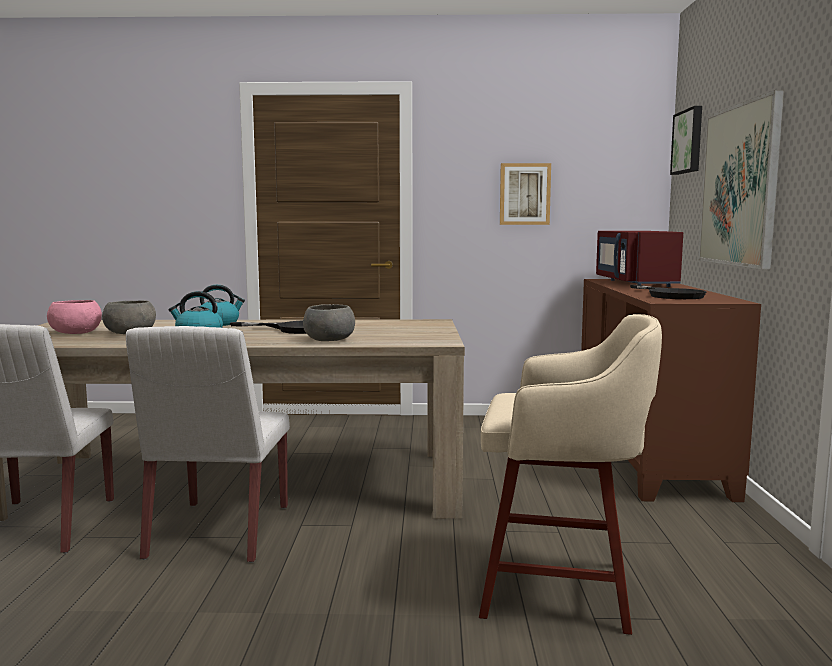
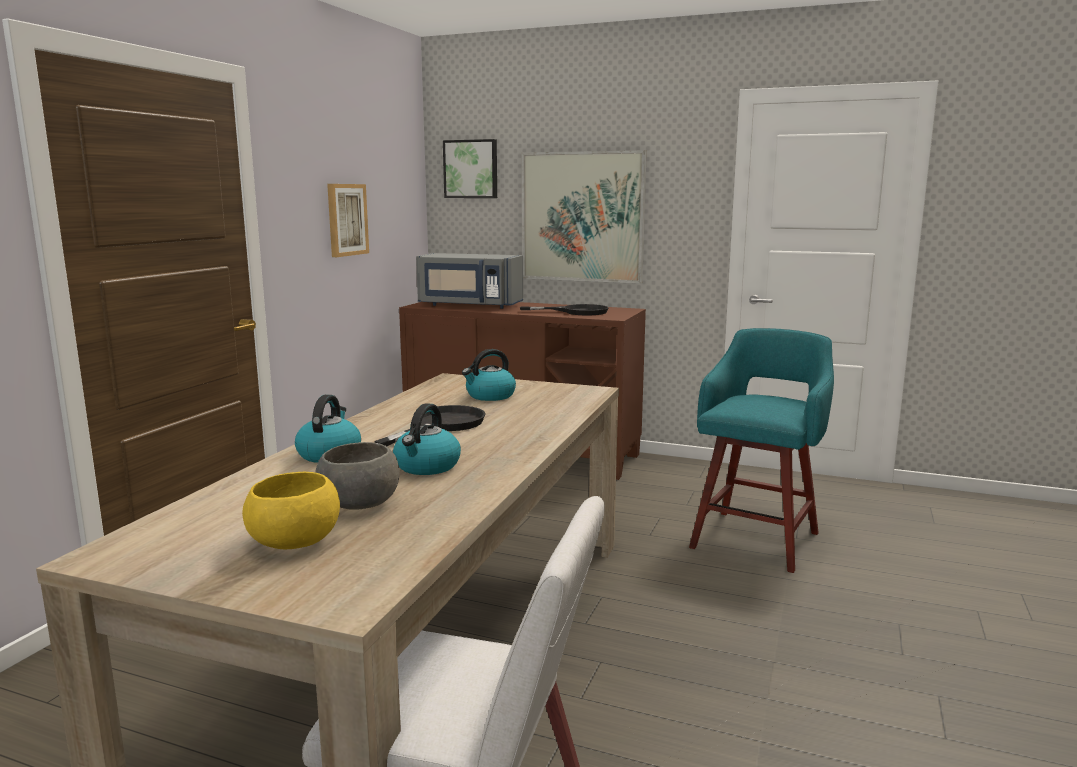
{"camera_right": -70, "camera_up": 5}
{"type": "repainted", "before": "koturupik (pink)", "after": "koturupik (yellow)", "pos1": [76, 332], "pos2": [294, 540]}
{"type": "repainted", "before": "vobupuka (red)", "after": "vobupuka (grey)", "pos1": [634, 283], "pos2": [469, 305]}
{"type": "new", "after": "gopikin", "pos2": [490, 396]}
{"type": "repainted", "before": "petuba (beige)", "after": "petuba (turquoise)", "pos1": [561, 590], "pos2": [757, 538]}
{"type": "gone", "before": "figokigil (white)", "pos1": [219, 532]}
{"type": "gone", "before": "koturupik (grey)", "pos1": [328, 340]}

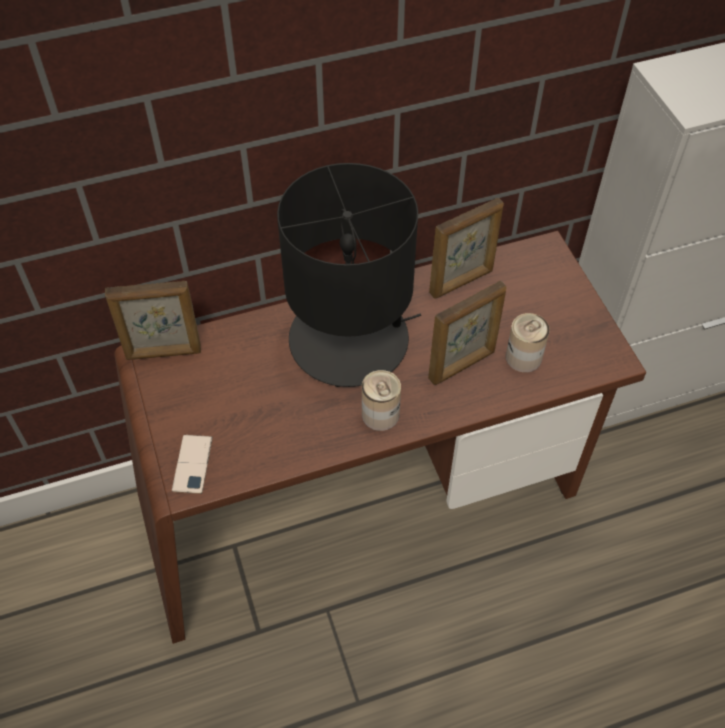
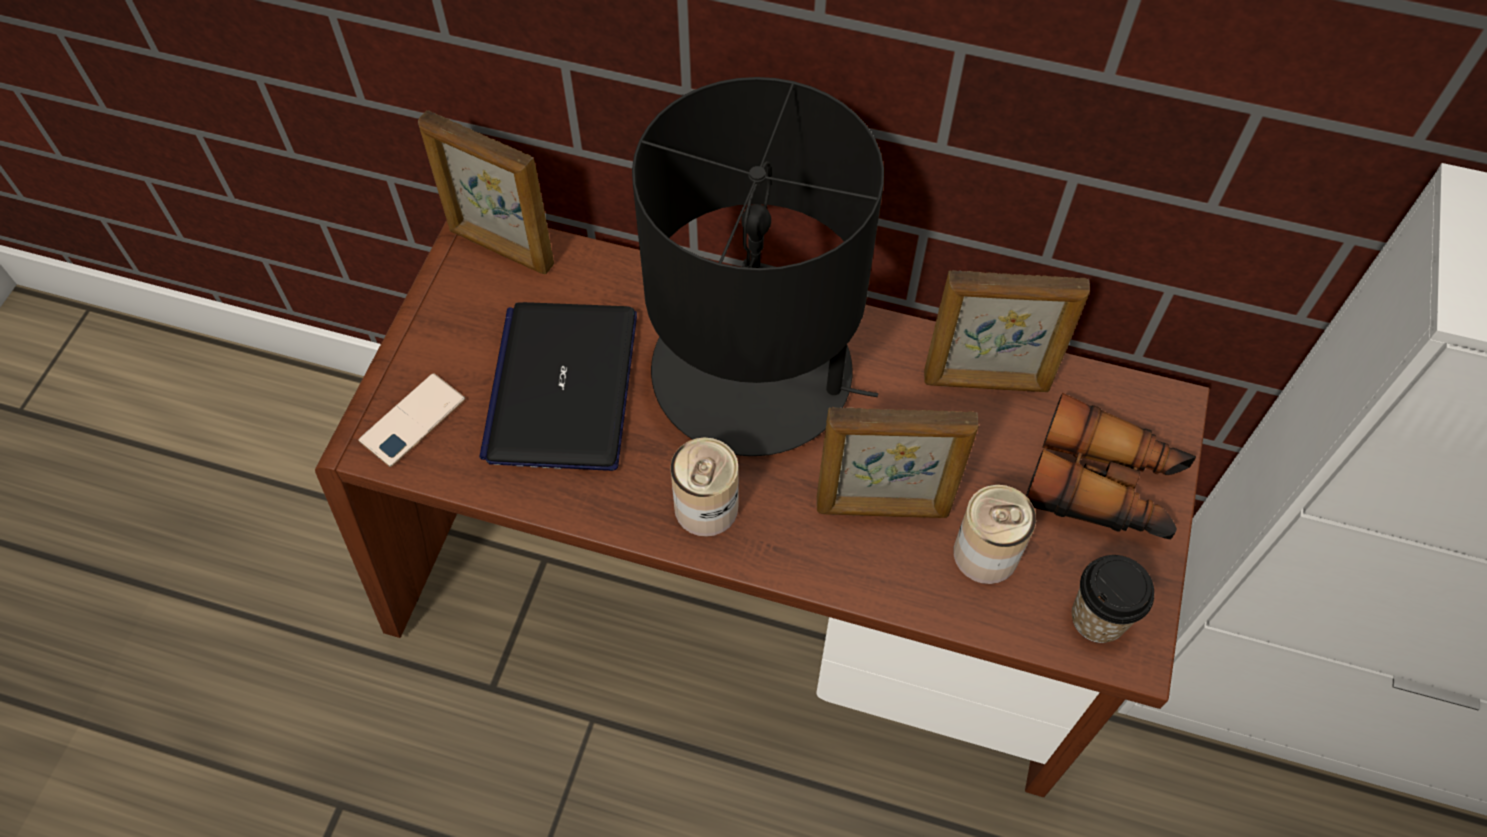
{"camera_right": 35, "camera_up": 5}
{"type": "new", "after": "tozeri", "pos2": [562, 386]}
{"type": "new", "after": "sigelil", "pos2": [1105, 486]}
{"type": "new", "after": "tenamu", "pos2": [1098, 618]}

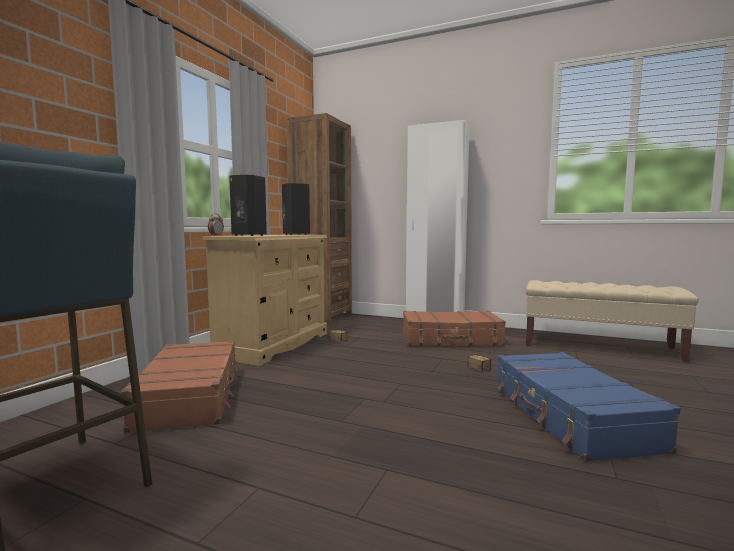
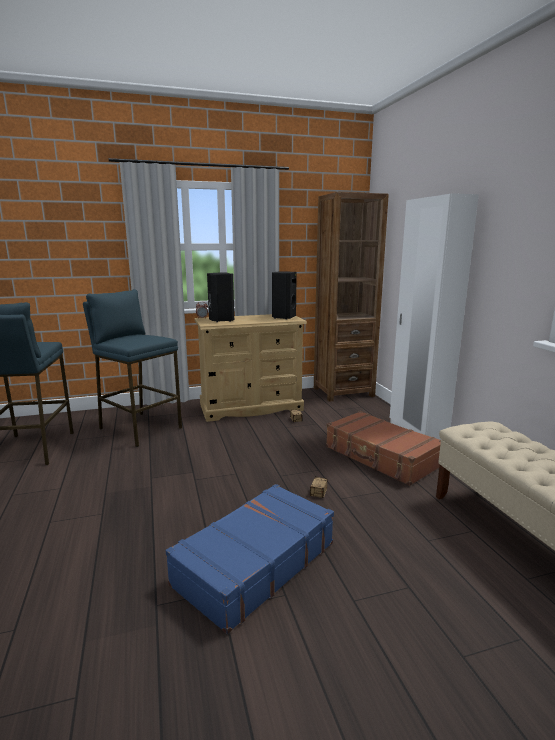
{"camera_right": 50, "camera_up": 10}
{"type": "swapped", "before": "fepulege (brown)", "after": "petuba (blue)", "pos1": [191, 396], "pos2": [140, 428]}

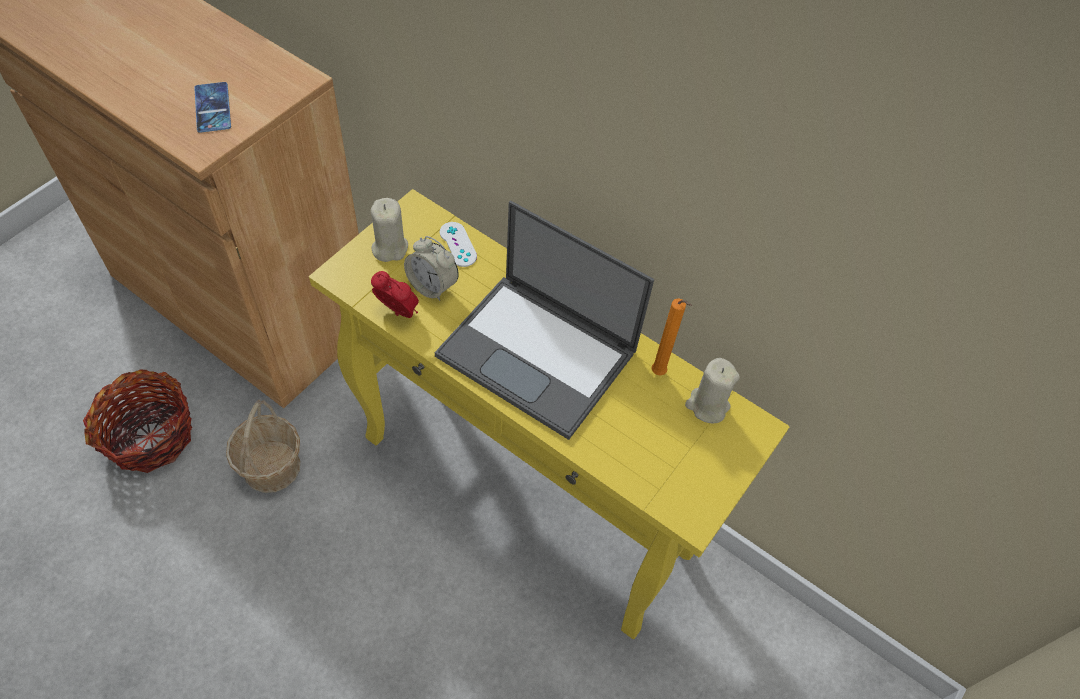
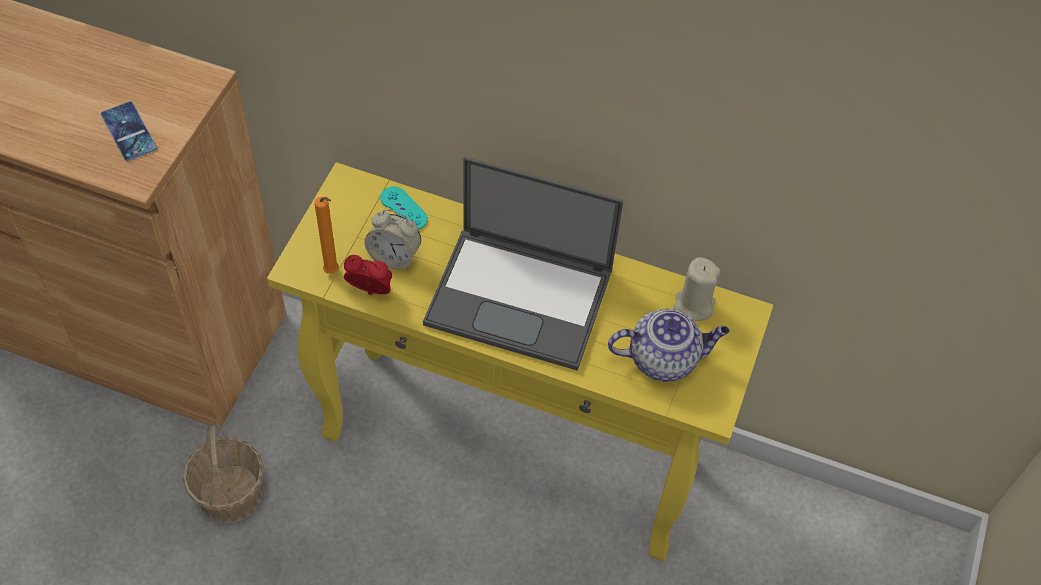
{"camera_right": -15, "camera_up": 0}
{"type": "shifted", "before": "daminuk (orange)", "pos1": [659, 374], "pos2": [333, 272]}
{"type": "repainted", "before": "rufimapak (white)", "after": "rufimapak (turquoise)", "pos1": [458, 244], "pos2": [403, 208]}
{"type": "new", "after": "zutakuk", "pos2": [664, 358]}
{"type": "gone", "before": "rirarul", "pos1": [150, 435]}
{"type": "gone", "before": "daminuk (beige)", "pos1": [389, 247]}

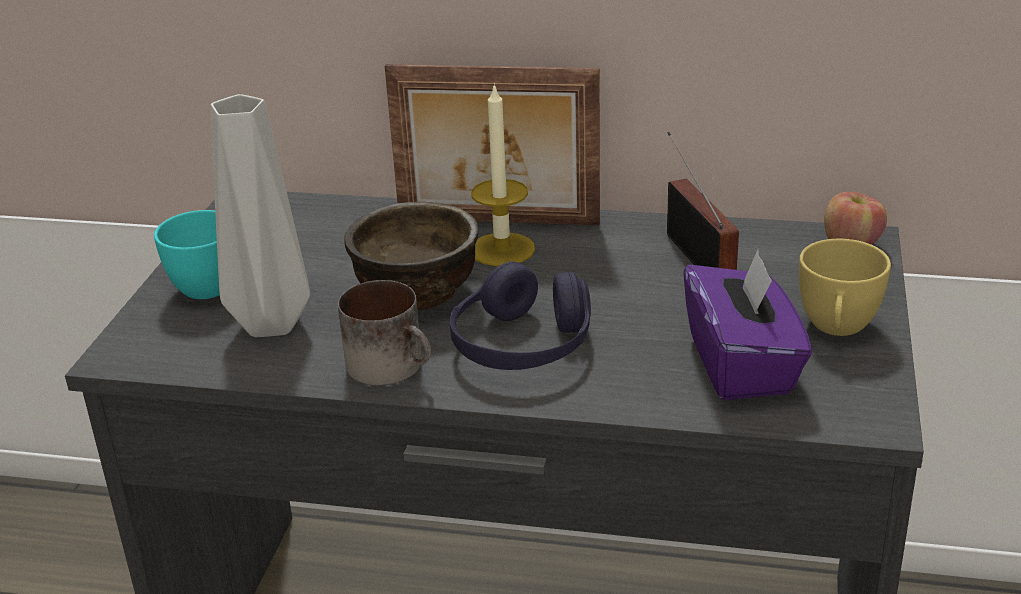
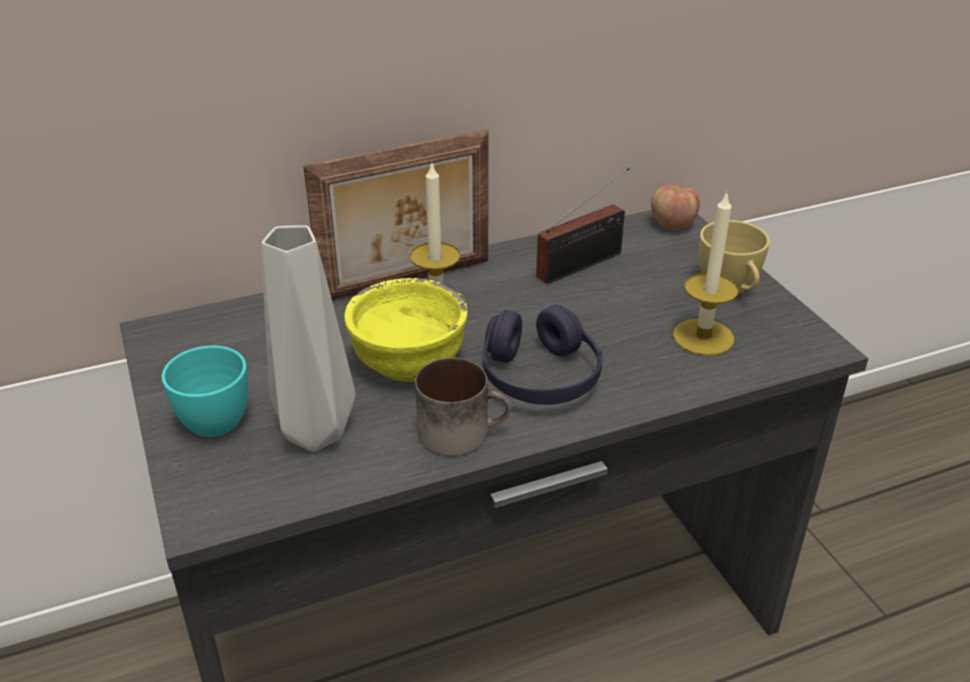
{"camera_right": -35, "camera_up": 5}
{"type": "repainted", "before": "koturupik (brown)", "after": "koturupik (yellow)", "pos1": [418, 292], "pos2": [410, 361]}
{"type": "rotated", "before": "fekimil", "pos1": [698, 256], "pos2": [584, 264], "turn": 105}
{"type": "swapped", "before": "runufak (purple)", "after": "daminuk", "pos1": [742, 365], "pos2": [703, 337]}

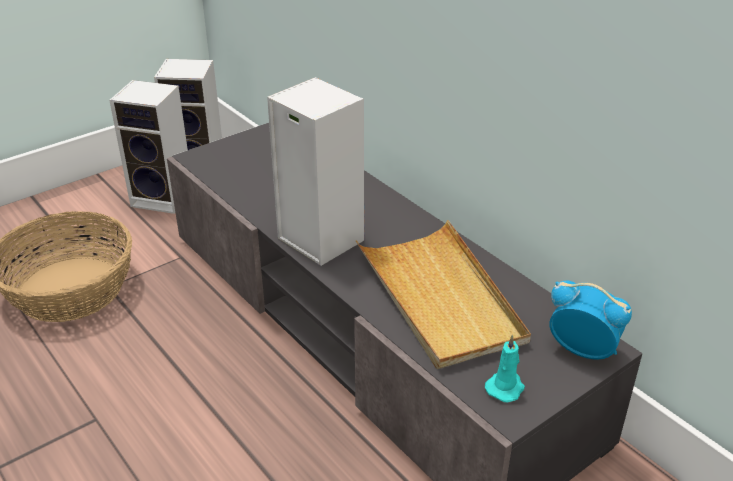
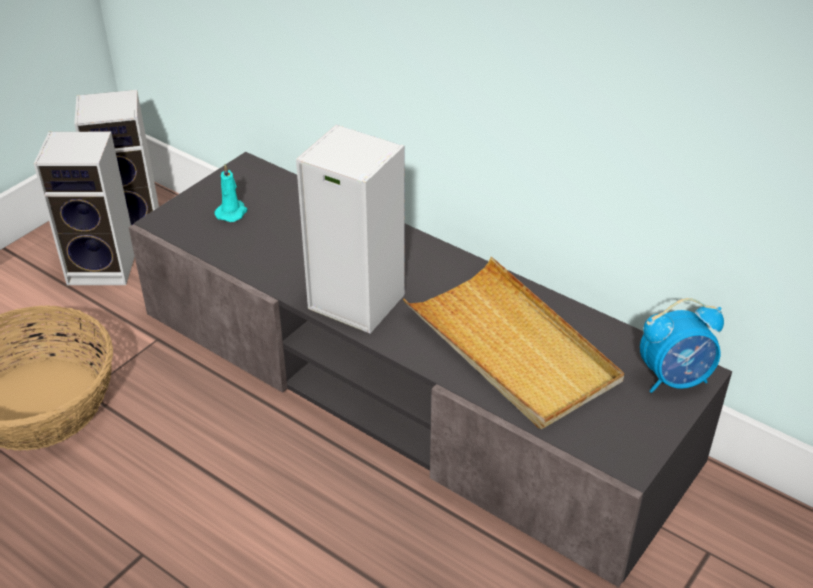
{"camera_right": -15, "camera_up": 5}
{"type": "shifted", "before": "daminuk (turquoise)", "pos1": [505, 387], "pos2": [232, 212]}
{"type": "rotated", "before": "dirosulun", "pos1": [582, 350], "pos2": [675, 379], "turn": 150}

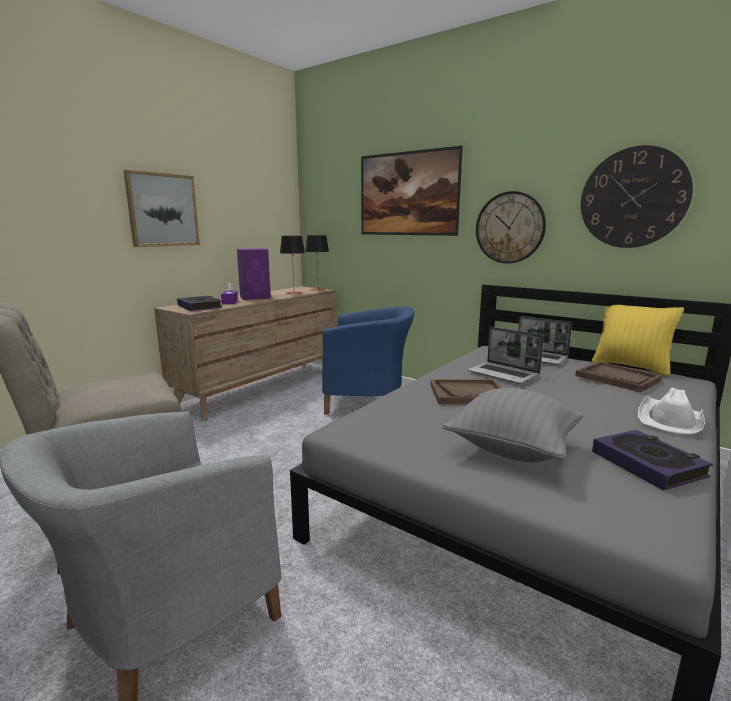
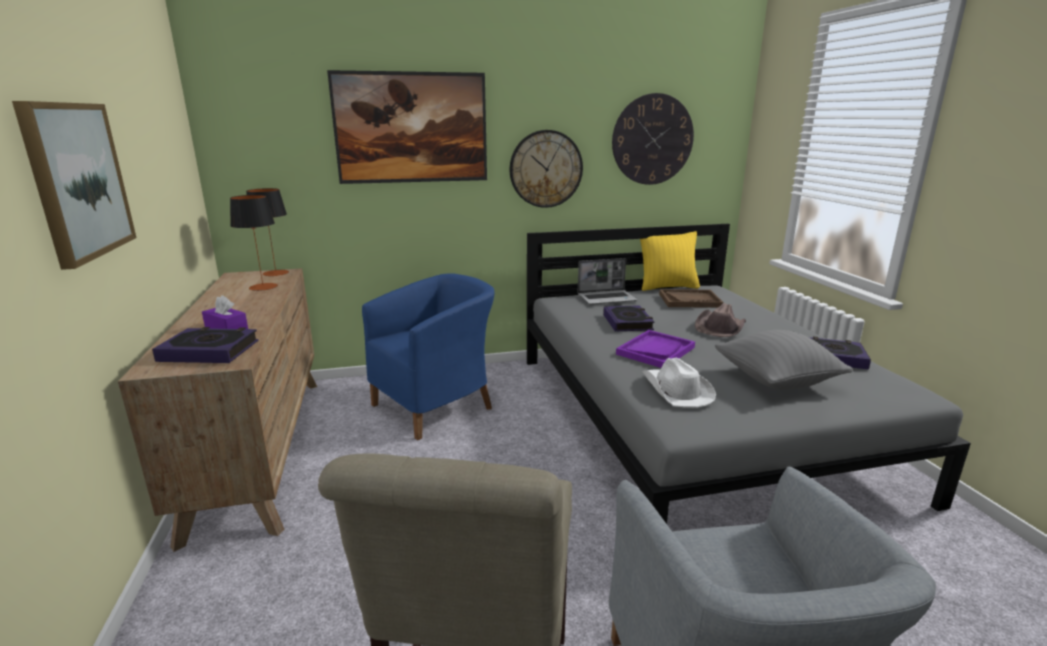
{"camera_right": -50, "camera_up": 5}
{"type": "swapped", "before": "tozeri", "after": "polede", "pos1": [504, 374], "pos2": [627, 322]}
{"type": "repainted", "before": "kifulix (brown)", "after": "kifulix (purple)", "pos1": [467, 394], "pos2": [655, 351]}
{"type": "shifted", "before": "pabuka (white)", "pos1": [670, 419], "pos2": [676, 390]}
{"type": "new", "after": "pabuka (brown)", "pos2": [720, 327]}
{"type": "gone", "before": "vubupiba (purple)", "pos1": [256, 297]}

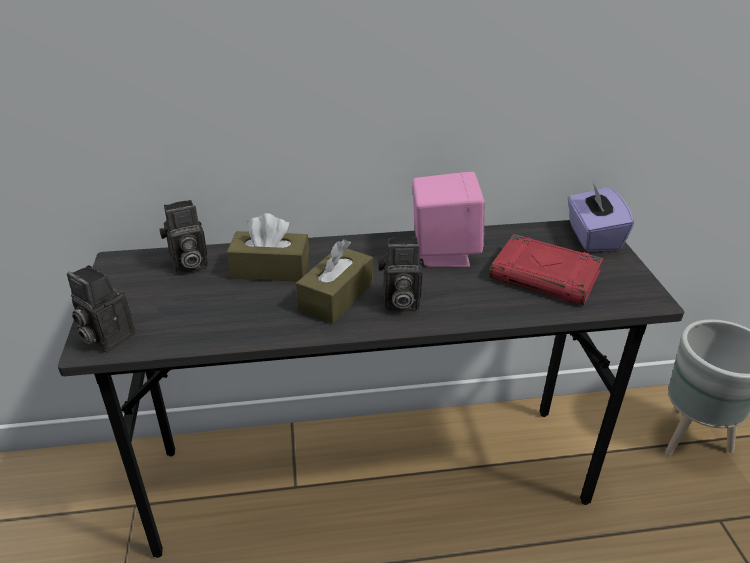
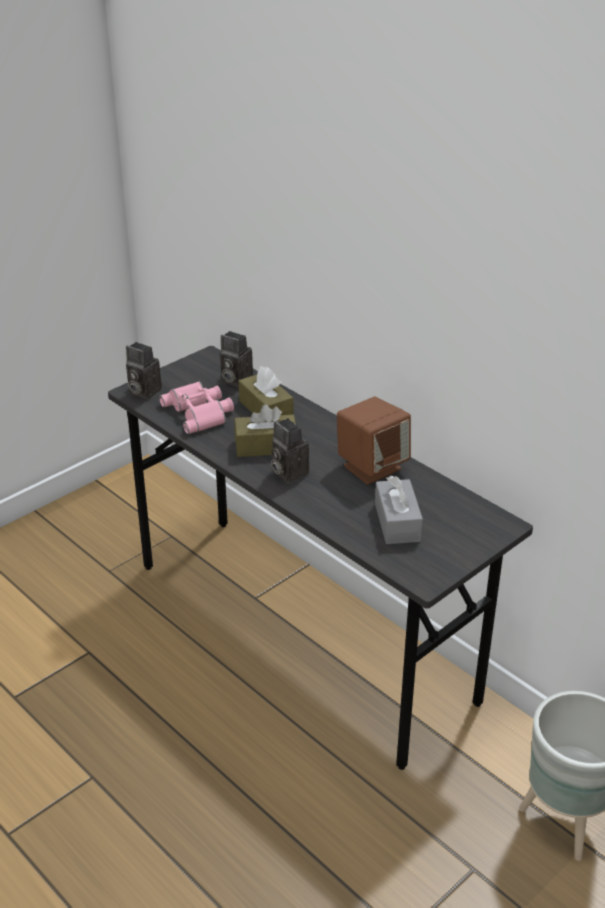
{"camera_right": 55, "camera_up": 0}
{"type": "rotated", "before": "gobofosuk", "pos1": [106, 337], "pos2": [142, 391], "turn": -60}
{"type": "new", "after": "sigelil (pink)", "pos2": [200, 412]}
{"type": "repainted", "before": "vubupiba (pink)", "after": "vubupiba (brown)", "pos1": [443, 252], "pos2": [372, 467]}
{"type": "swapped", "before": "polede (red)", "after": "runufak (grey)", "pos1": [546, 276], "pos2": [397, 522]}
{"type": "gone", "before": "runufak (purple)", "pos1": [592, 237]}

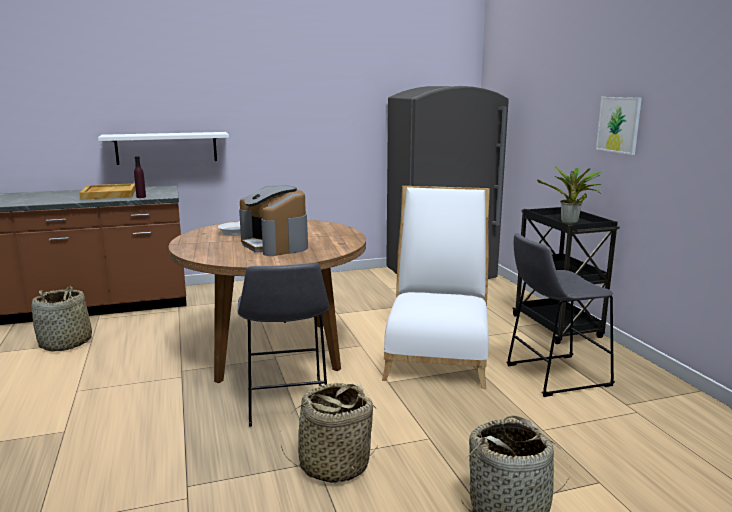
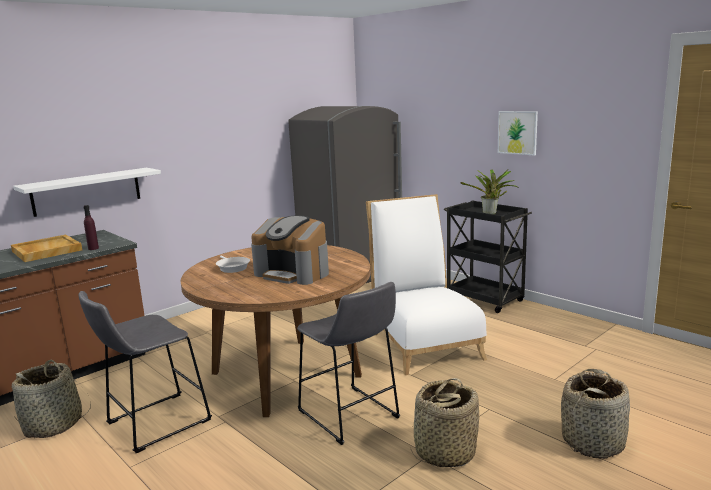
{"camera_right": -25, "camera_up": 0}
{"type": "shifted", "before": "petuba (grey)", "pos1": [552, 375], "pos2": [153, 424]}

